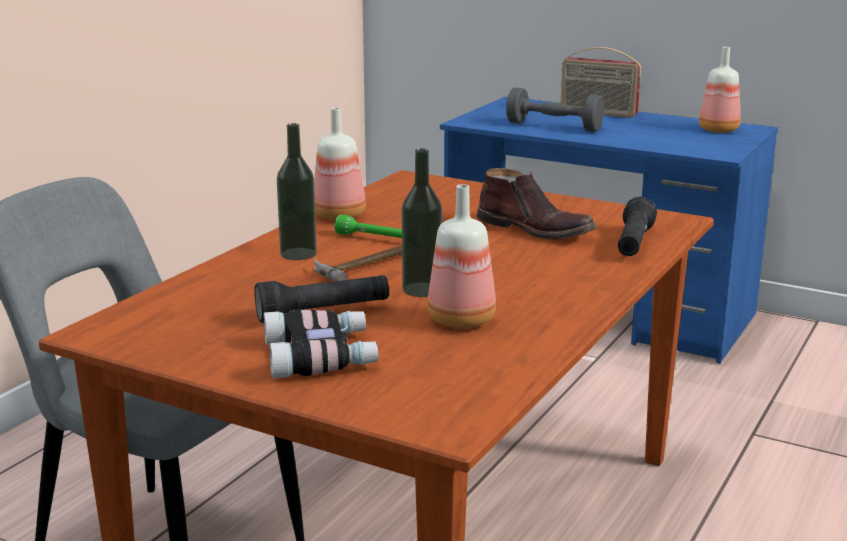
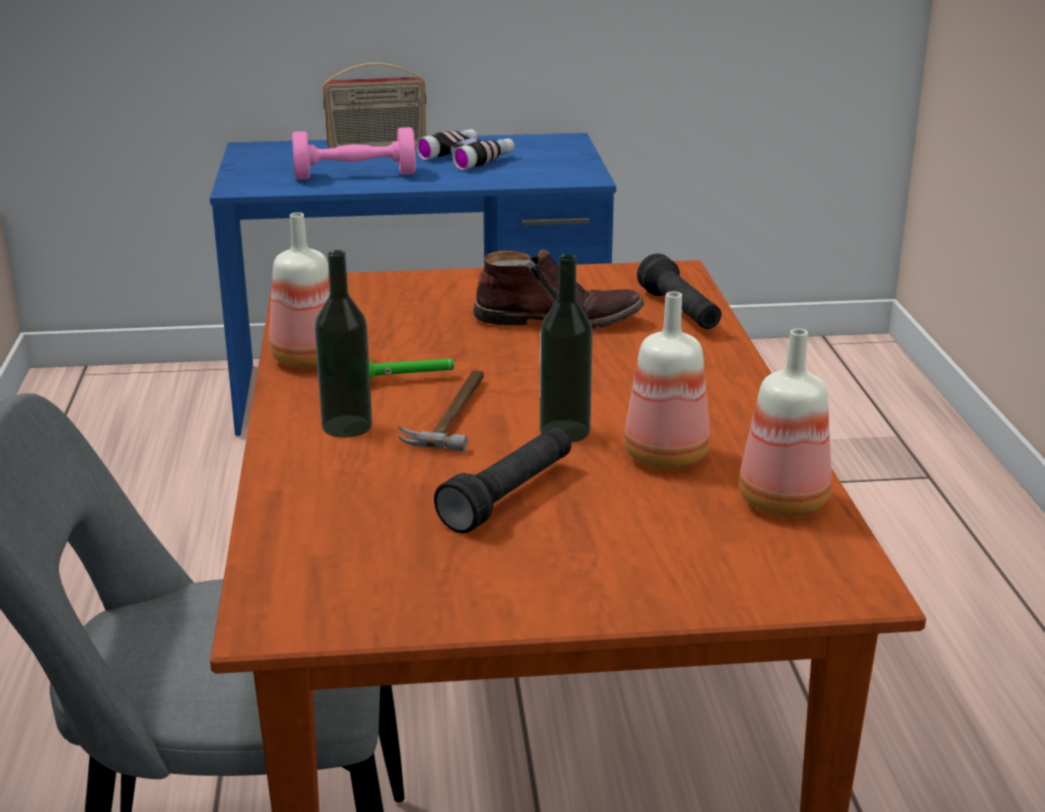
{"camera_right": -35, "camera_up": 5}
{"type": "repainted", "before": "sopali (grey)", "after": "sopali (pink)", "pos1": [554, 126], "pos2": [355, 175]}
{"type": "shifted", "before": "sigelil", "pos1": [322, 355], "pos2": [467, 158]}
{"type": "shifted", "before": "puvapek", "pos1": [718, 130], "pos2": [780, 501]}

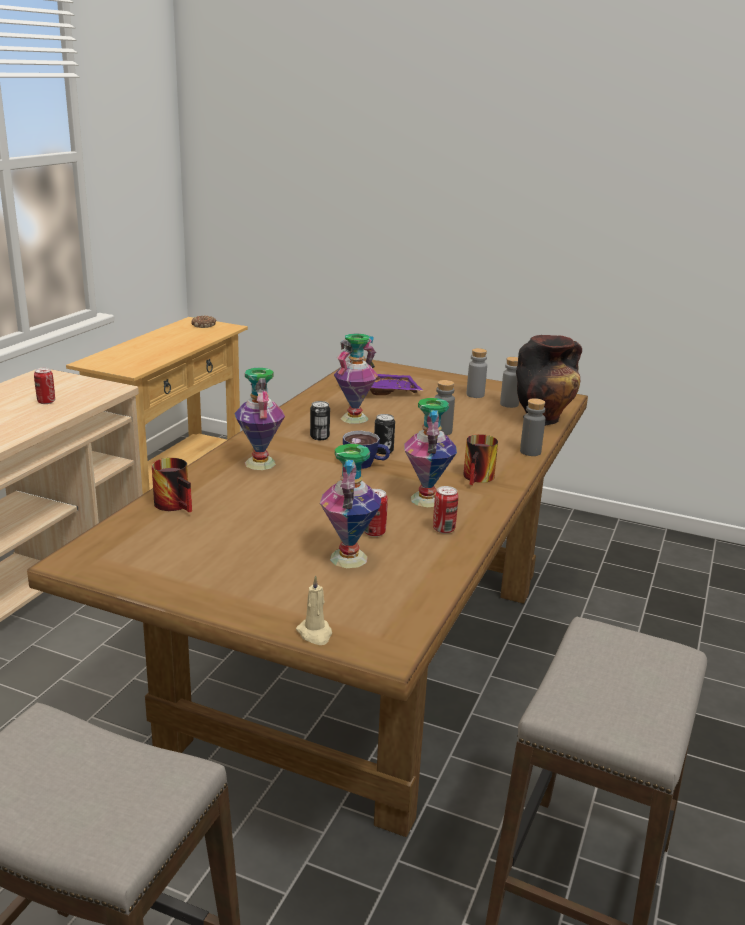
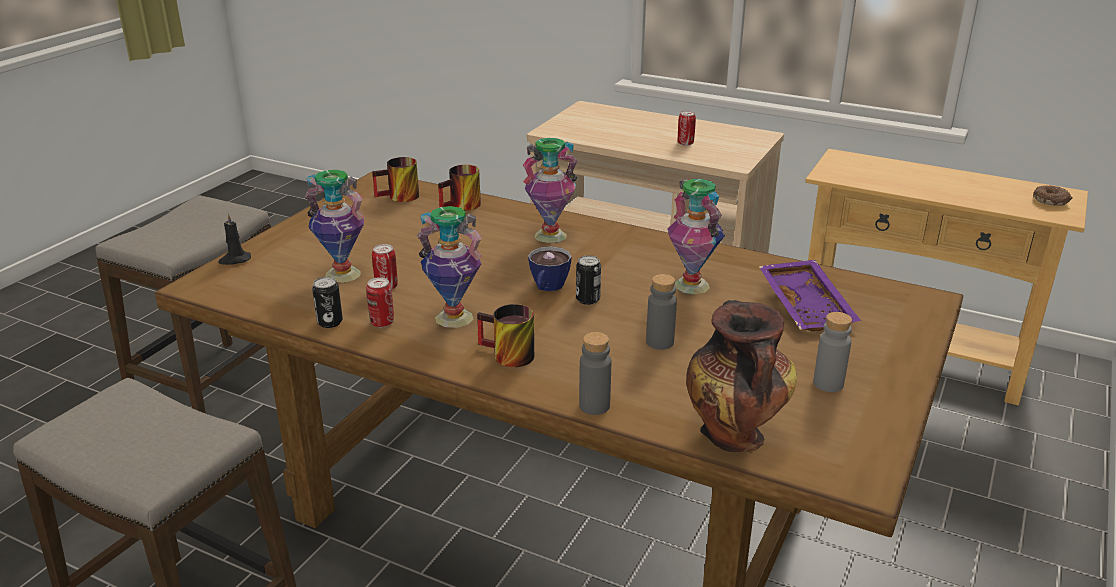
{"camera_right": 95, "camera_up": 5}
{"type": "repainted", "before": "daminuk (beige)", "after": "daminuk (black)", "pos1": [315, 634], "pos2": [235, 260]}
{"type": "shifted", "before": "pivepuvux", "pos1": [319, 437], "pos2": [330, 322]}
{"type": "new", "after": "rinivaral", "pos2": [399, 197]}
{"type": "gone", "before": "puvapek (grey)", "pos1": [509, 404]}

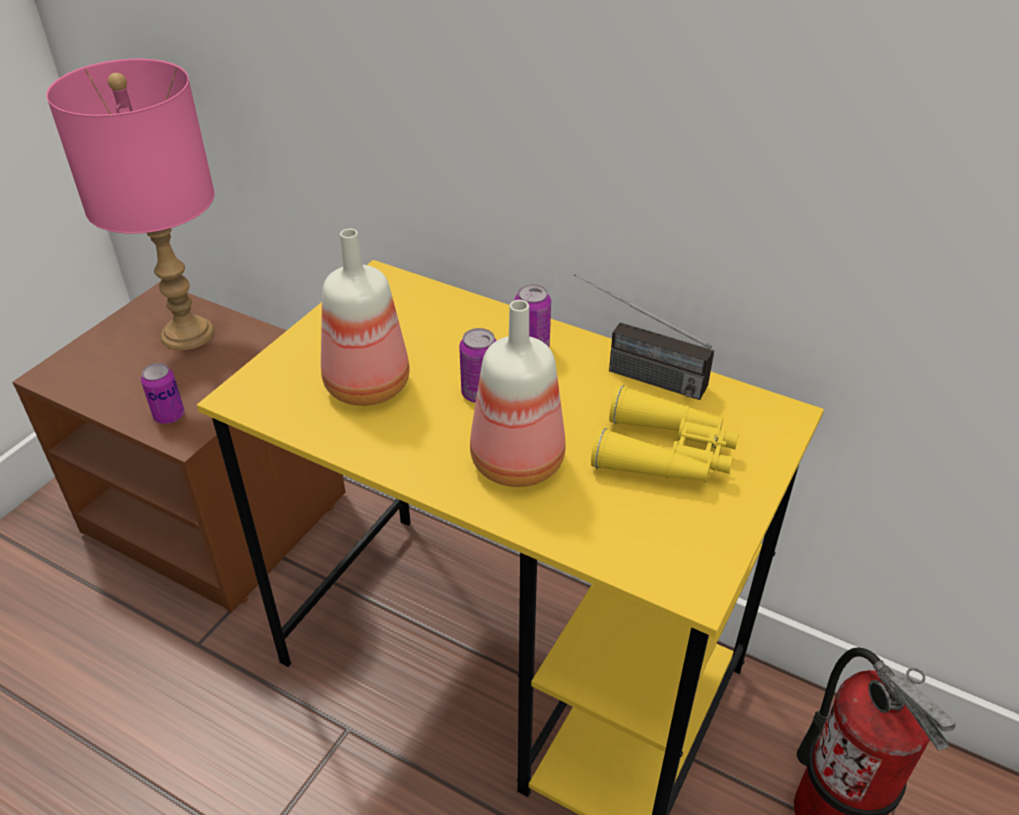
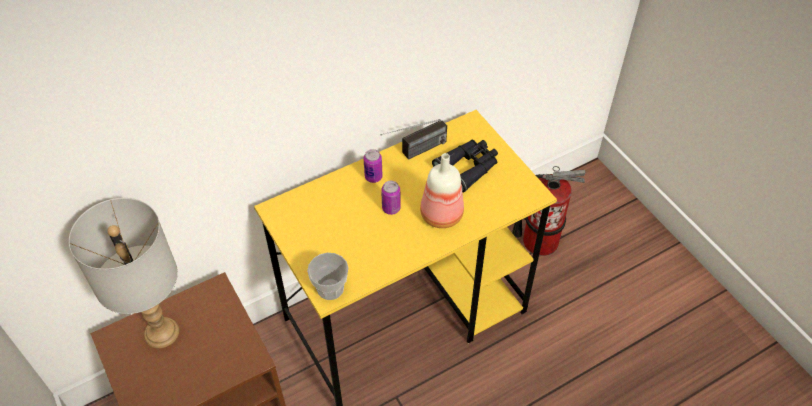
{"camera_right": -60, "camera_up": 10}
{"type": "repainted", "before": "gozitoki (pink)", "after": "gozitoki (grey)", "pos1": [186, 334], "pos2": [161, 333]}
{"type": "new", "after": "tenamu", "pos2": [330, 288]}
{"type": "repainted", "before": "sigelil (yellow)", "after": "sigelil (black)", "pos1": [666, 454], "pos2": [468, 167]}
{"type": "gone", "before": "pivepuvux", "pos1": [169, 416]}
{"type": "gone", "before": "puvapek", "pos1": [364, 386]}

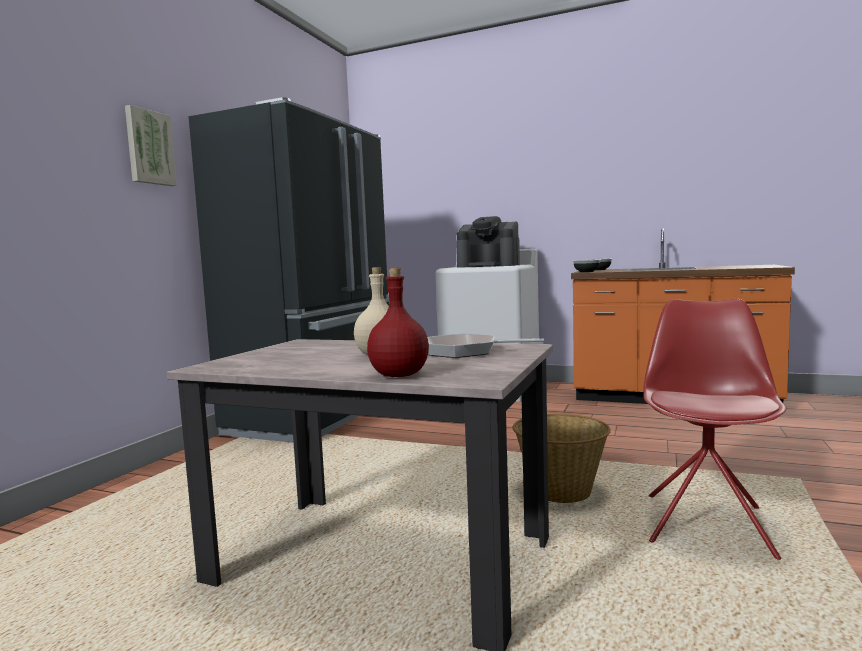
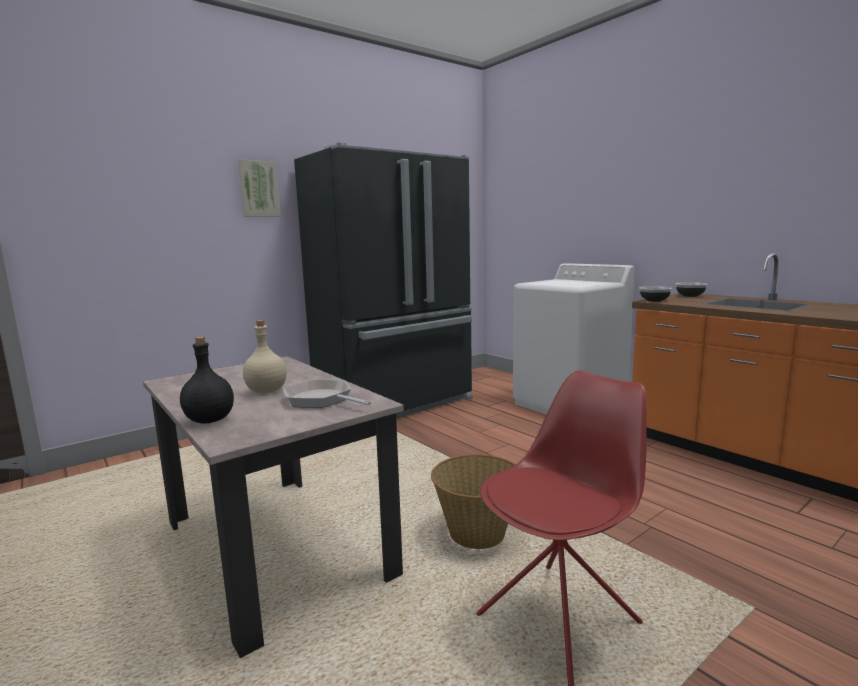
{"camera_right": 30, "camera_up": 5}
{"type": "repainted", "before": "puvapek (red)", "after": "puvapek (black)", "pos1": [400, 375], "pos2": [210, 420]}
{"type": "gone", "before": "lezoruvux", "pos1": [489, 266]}

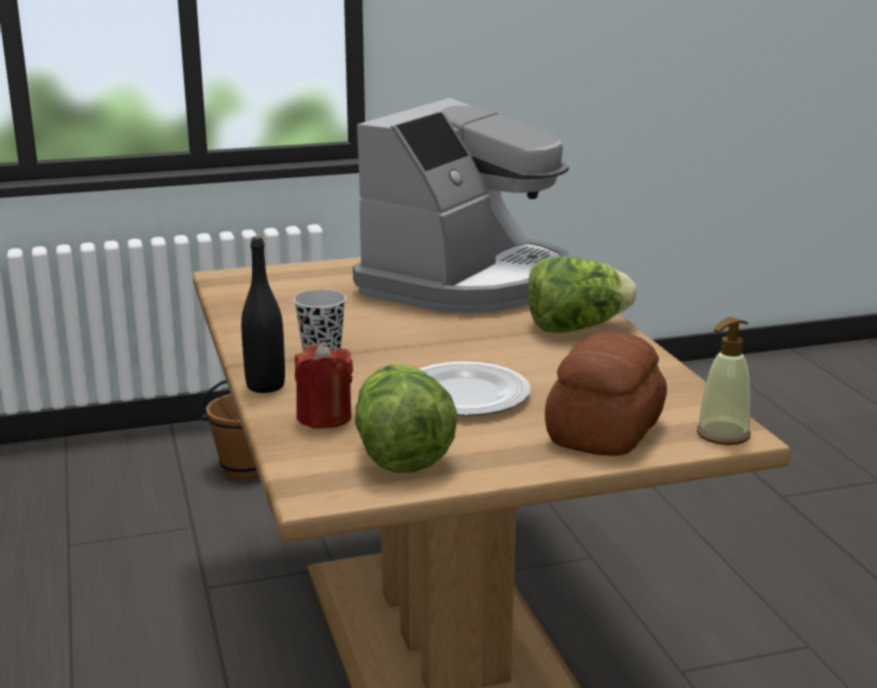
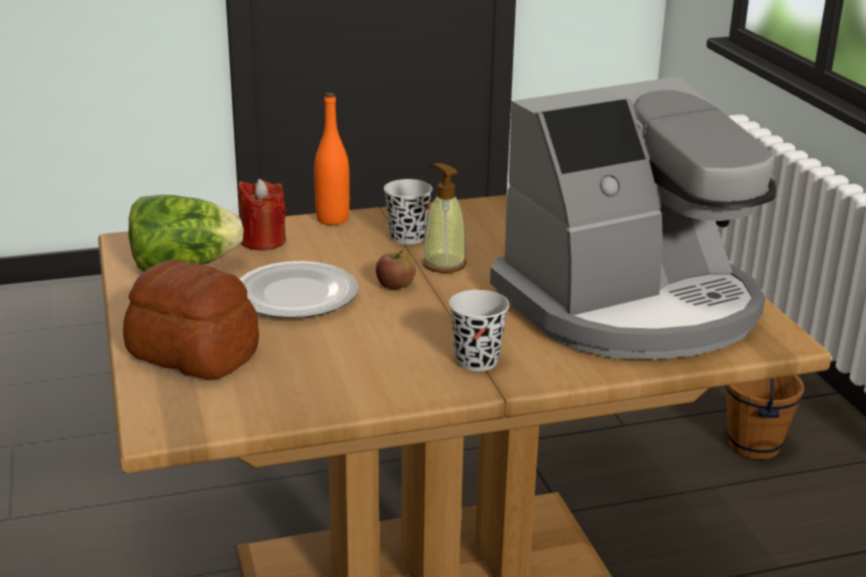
{"camera_right": 90, "camera_up": 5}
{"type": "repainted", "before": "puvapek (black)", "after": "puvapek (orange)", "pos1": [265, 386], "pos2": [332, 219]}
{"type": "new", "after": "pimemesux", "pos2": [395, 285]}
{"type": "shifted", "before": "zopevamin", "pos1": [722, 435], "pos2": [444, 264]}
{"type": "swapped", "before": "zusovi", "after": "tenamu (black)", "pos1": [576, 328], "pos2": [477, 361]}
{"type": "rotated", "before": "lezoruvux", "pos1": [467, 282], "pos2": [631, 306], "turn": -60}

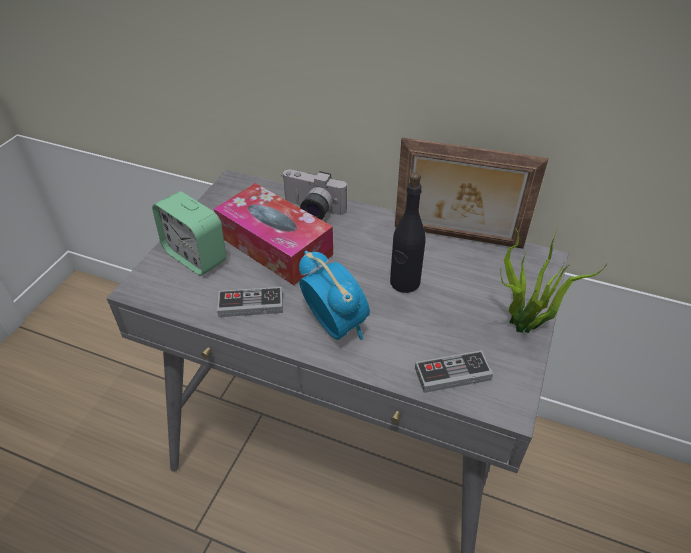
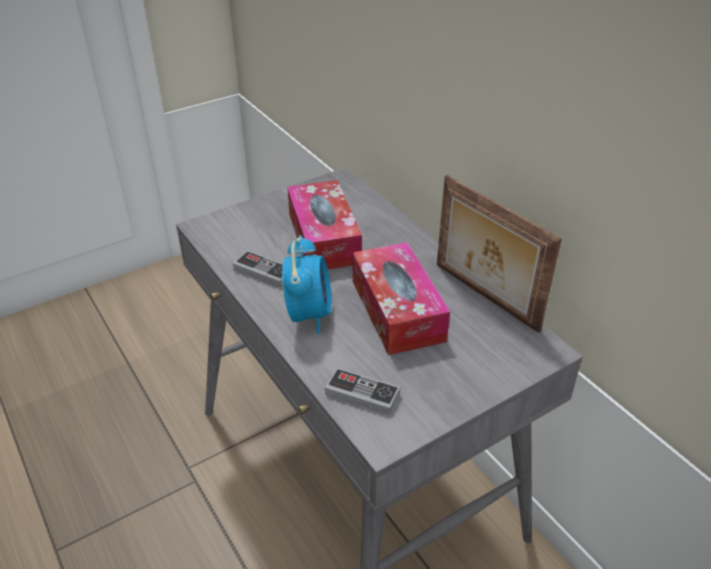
{"camera_right": 35, "camera_up": -5}
{"type": "swapped", "before": "puvapek (black)", "after": "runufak", "pos1": [404, 283], "pos2": [397, 310]}
{"type": "gone", "before": "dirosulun", "pos1": [195, 256]}
{"type": "gone", "before": "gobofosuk", "pos1": [312, 210]}
{"type": "gone", "before": "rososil", "pos1": [525, 327]}

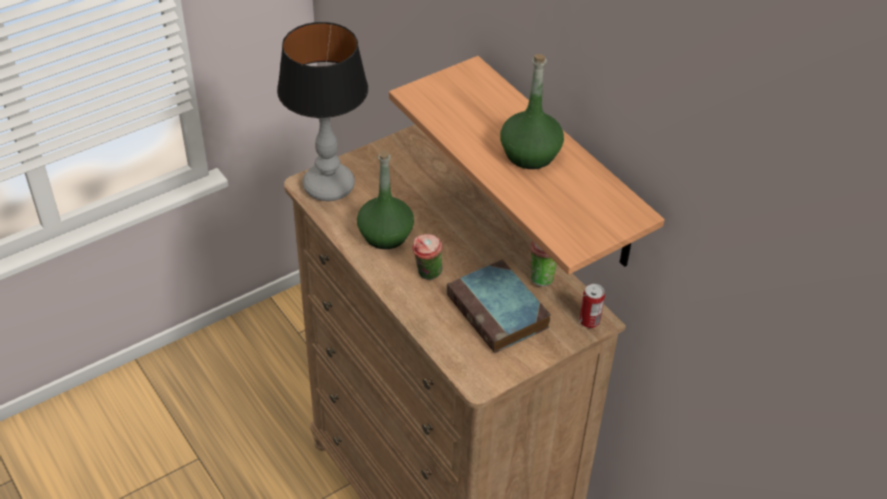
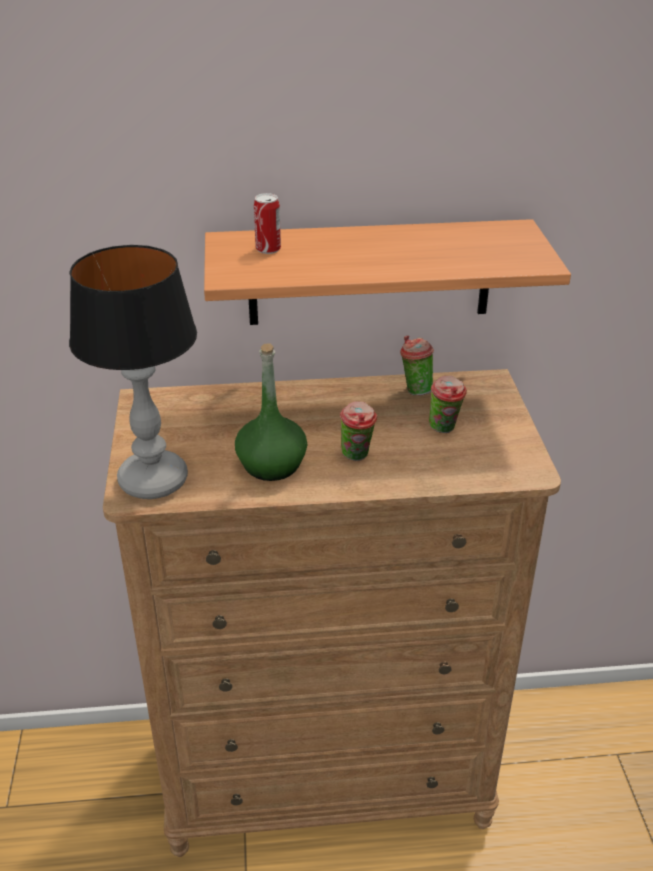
{"camera_right": -60, "camera_up": -10}
{"type": "shifted", "before": "pivepuvux", "pos1": [589, 321], "pos2": [268, 249]}
{"type": "swapped", "before": "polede", "after": "tenamu", "pos1": [499, 312], "pos2": [444, 429]}
{"type": "gone", "before": "puvapek (green)", "pos1": [530, 154]}

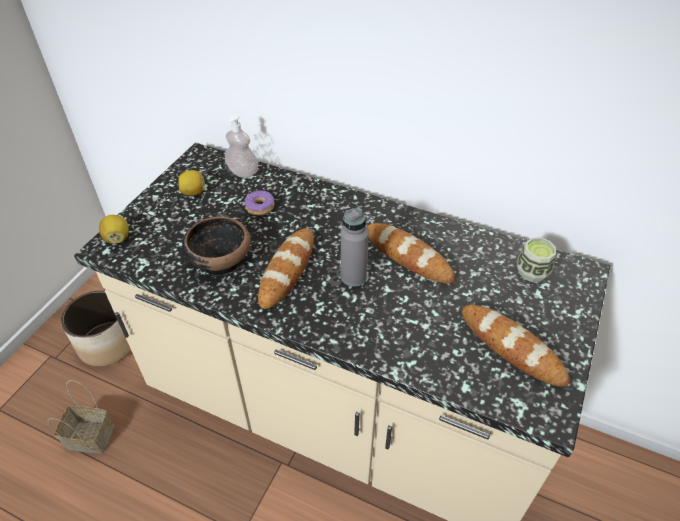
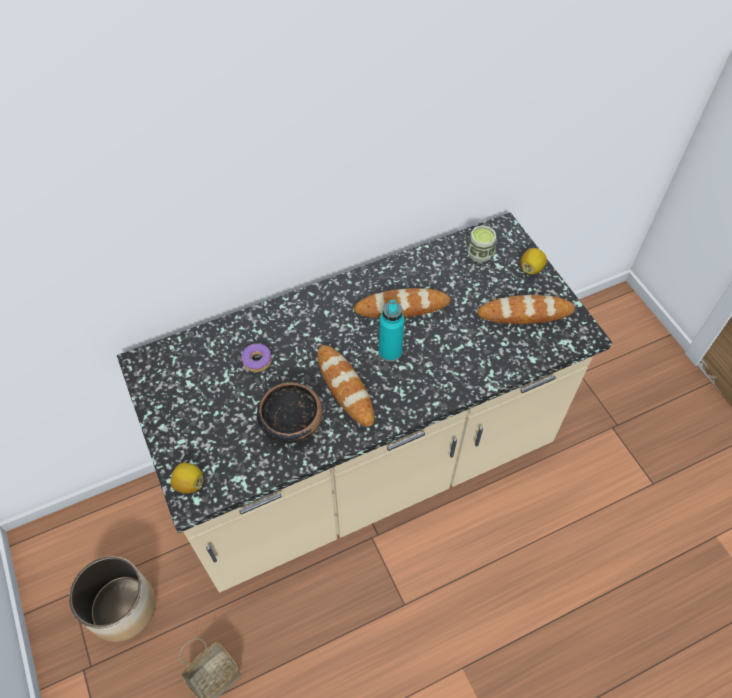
{"camera_right": -50, "camera_up": 10}
{"type": "repainted", "before": "puvapek (grey)", "after": "puvapek (turquoise)", "pos1": [353, 276], "pos2": [390, 352]}
{"type": "shifted", "before": "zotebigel", "pos1": [193, 192], "pos2": [531, 268]}
{"type": "gone", "before": "zopevamin", "pos1": [243, 172]}

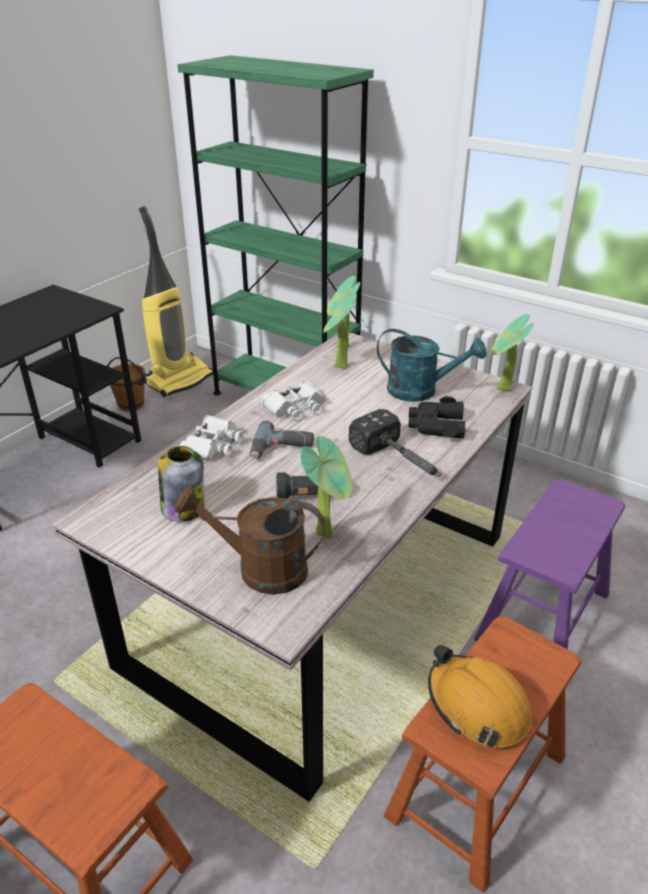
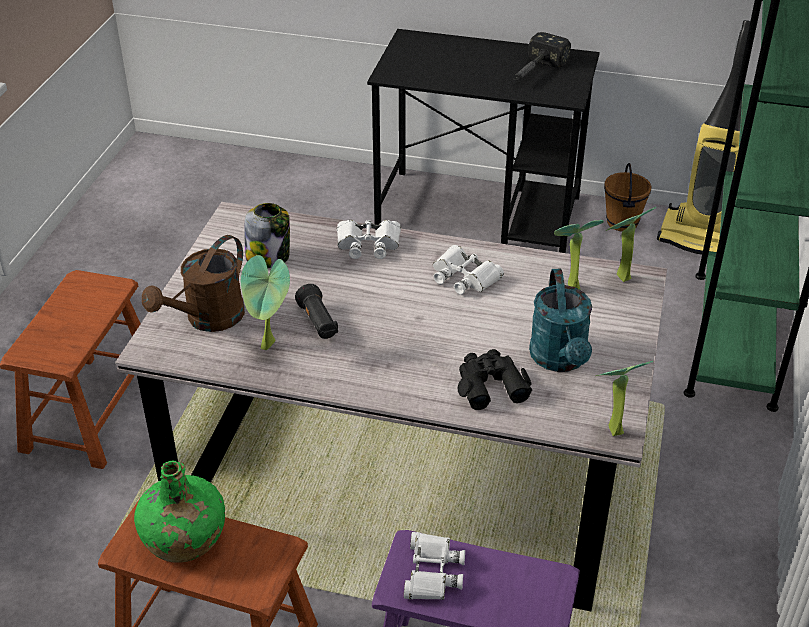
{"camera_right": 70, "camera_up": 5}
{"type": "swapped", "before": "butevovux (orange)", "after": "puvapek (green)", "pos1": [477, 706], "pos2": [183, 537]}
{"type": "rotated", "before": "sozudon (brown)", "pos1": [260, 569], "pos2": [208, 320], "turn": -135}
{"type": "new", "after": "sigelil (white)", "pos2": [432, 572]}
{"type": "shifted", "before": "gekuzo", "pos1": [400, 461], "pos2": [534, 72]}
{"type": "gone", "before": "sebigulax", "pos1": [281, 449]}

